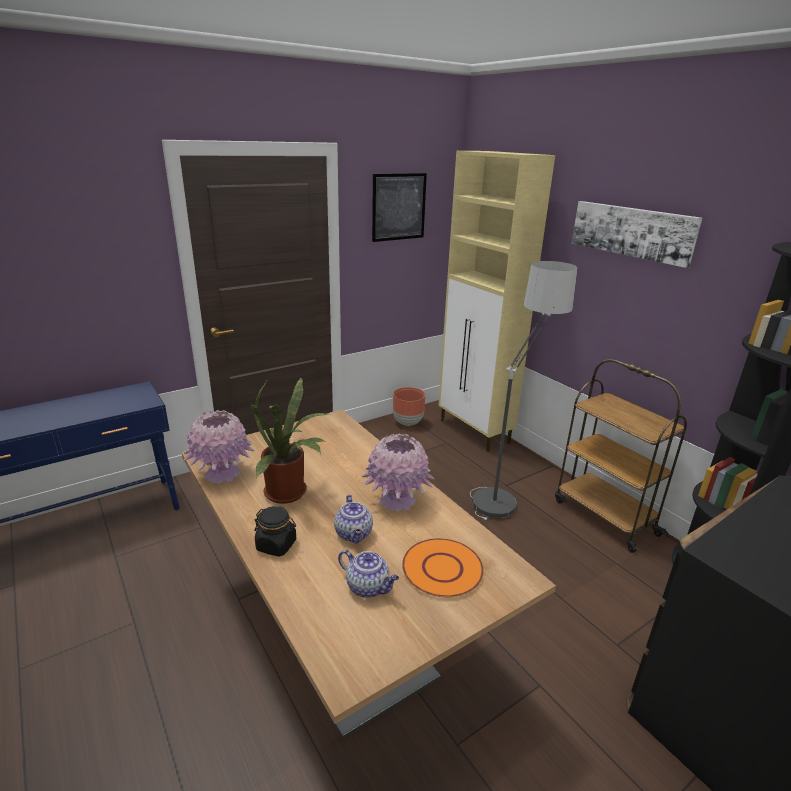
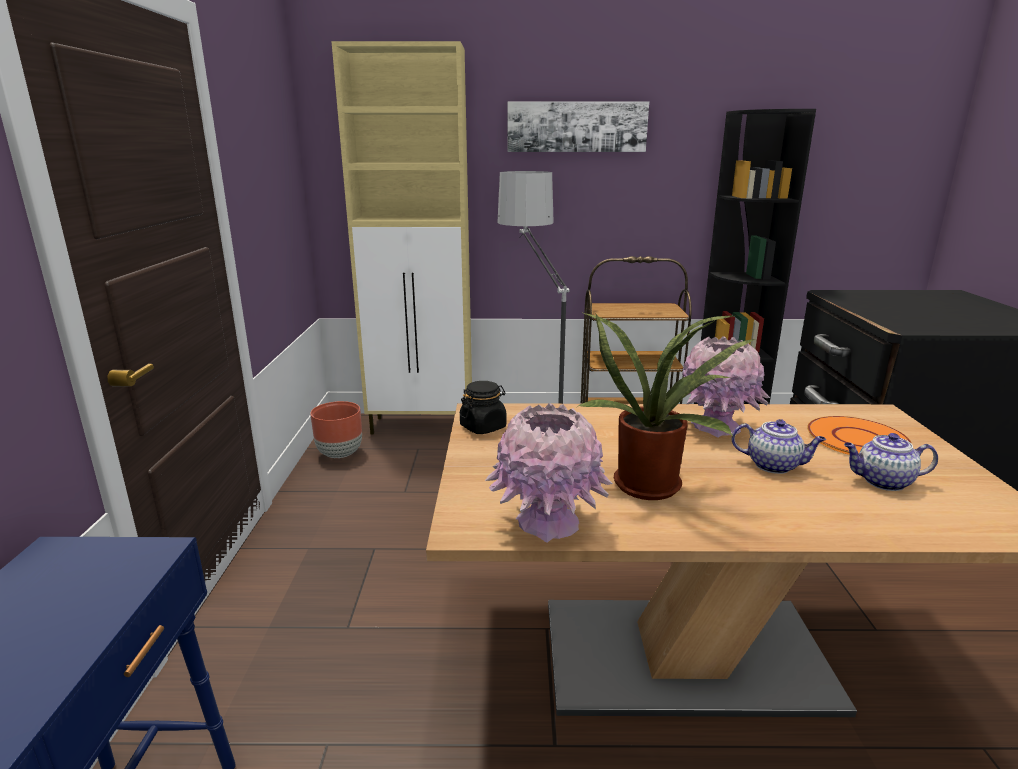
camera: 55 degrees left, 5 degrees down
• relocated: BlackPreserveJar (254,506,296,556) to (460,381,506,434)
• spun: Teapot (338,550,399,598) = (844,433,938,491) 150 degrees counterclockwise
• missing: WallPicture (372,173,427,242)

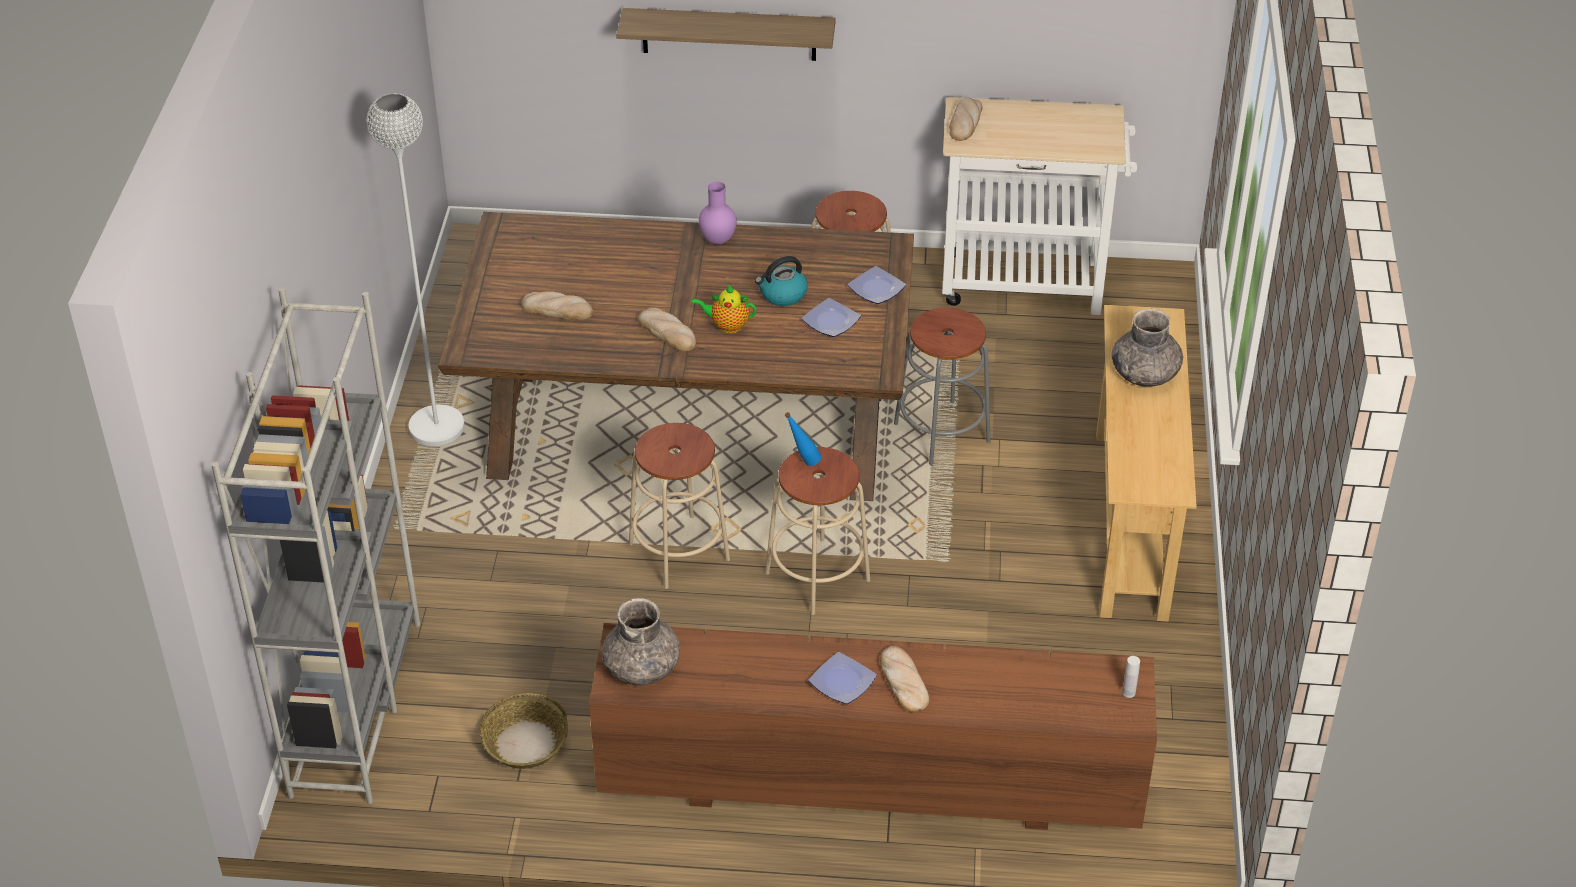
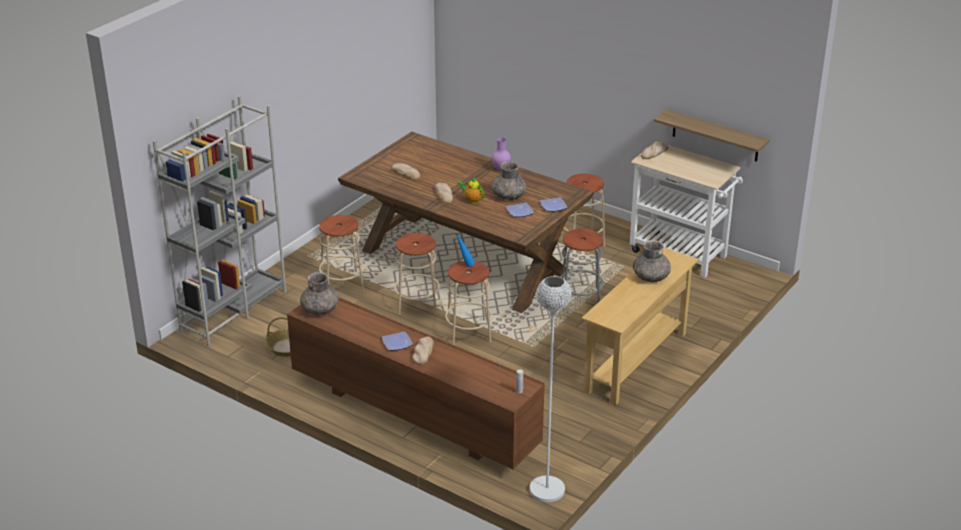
camera: 30 degrees right, 10 degrees down
• appeared: BeigeStoolSeat (319,215,364,292)
• exchanged: Kettle (755,256,808,306) to GreyishVase (492,162,527,200)
• relocated: WhitishStandardLamp (366,93,465,447) to (530,276,571,502)
• relocated: Shelf (616,8,836,61) to (653,109,770,162)

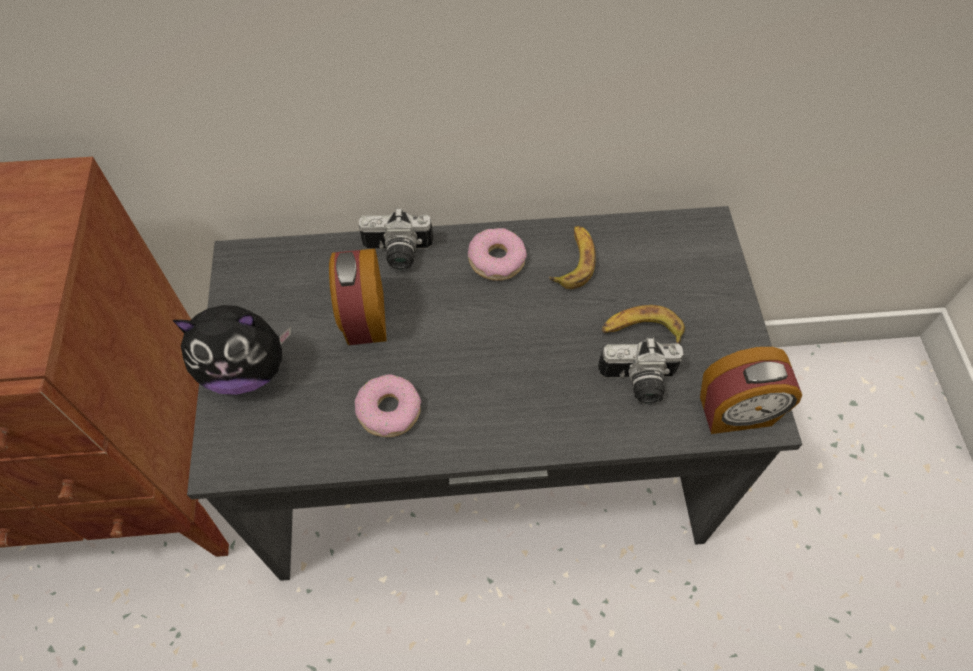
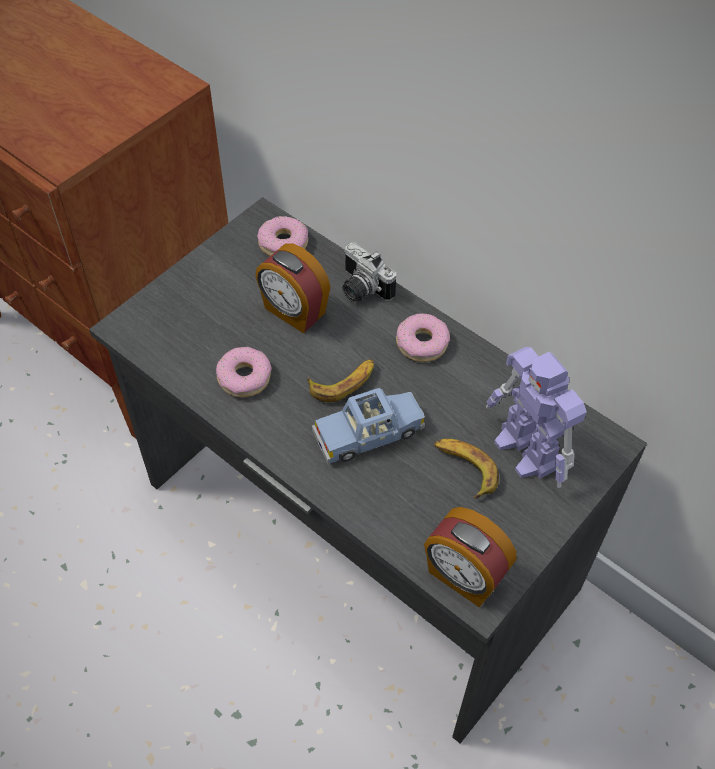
camera: 45 degrees right, 5 degrees down
• spun: BedsideClock (329,249,387,345) = (256,244,330,334) 90 degrees counterclockwise
• appeared: RingDoughnut (257,216,308,256)
• relocated: WholeBanana (549,226,596,289) to (307,359,374,402)
• appeared: BlueToyCar (312,388,425,464)
• appeared: RobotFigure (486,347,587,488)
• missing: PlushToy (172,305,291,395)
• missing: StillCamera (598,337,683,405)

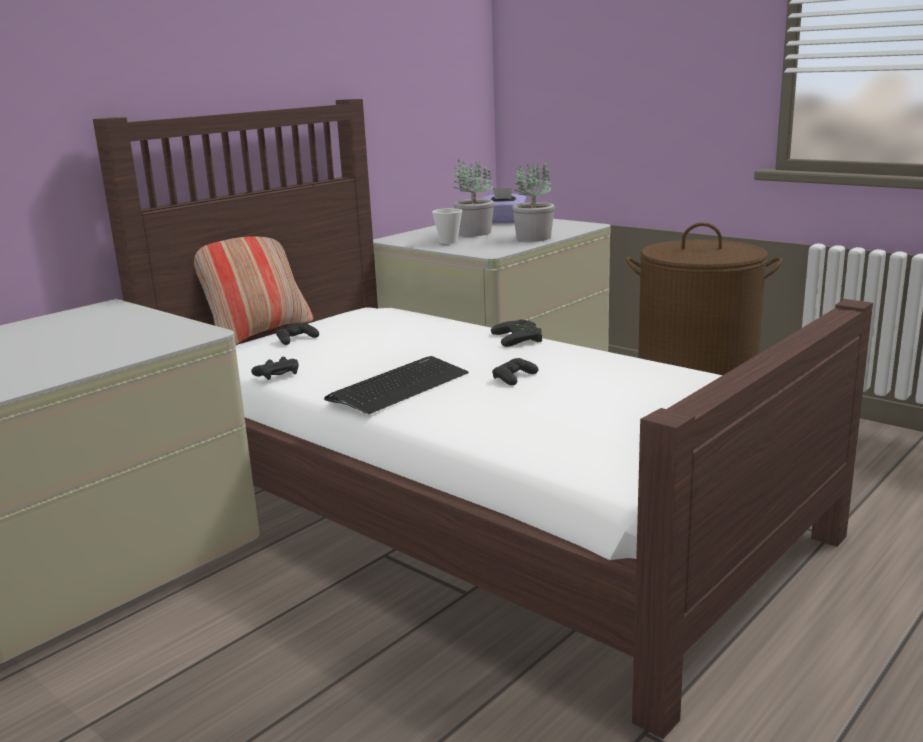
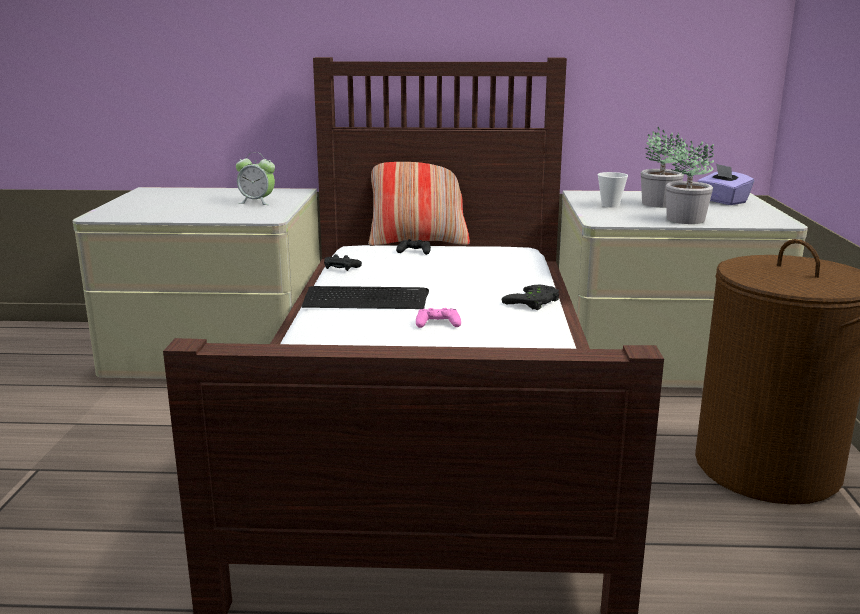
camera: 50 degrees right, 0 degrees up
• appeared: BedsideClock (236,152,275,205)
• colour: BlackGameController (492,358,538,385) to PinkColouredGameController (416,308,461,328)

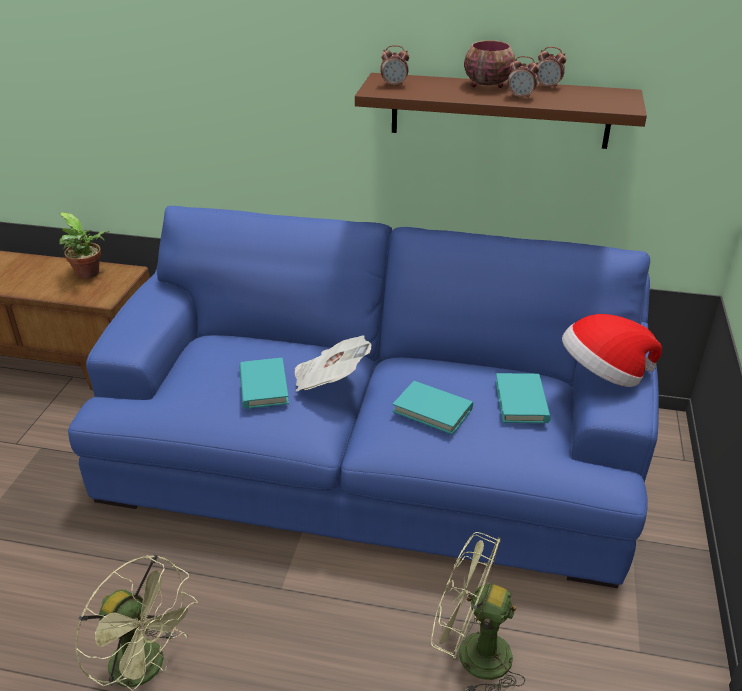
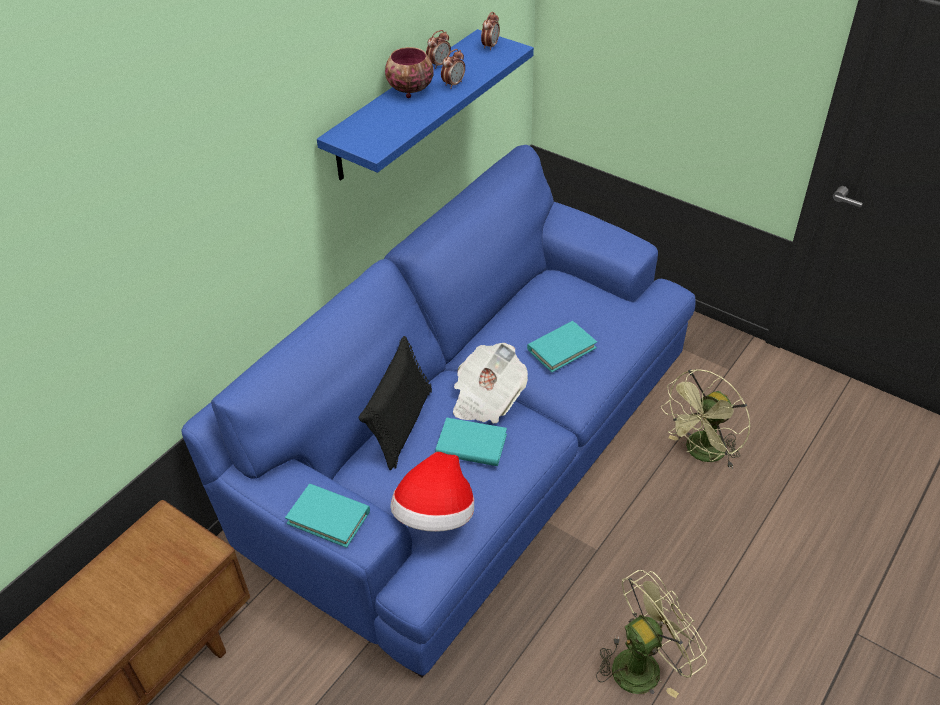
camera: 65 degrees left, 10 degrees up
• relocated: TurquoiseBoundBook (495,373,551,423) to (285,484,370,548)
• colour: BrownishShelf (355,73,647,149) to BlueShelf (317,29,534,180)
• appeared: BlackPillow (359,336,432,470)
• relocated: Hat (562,314,662,387) to (391,452,474,532)
• relocated: BedsideClock (380,45,409,87) to (481,12,500,51)
• missing: PlantInAPot (59,212,109,279)

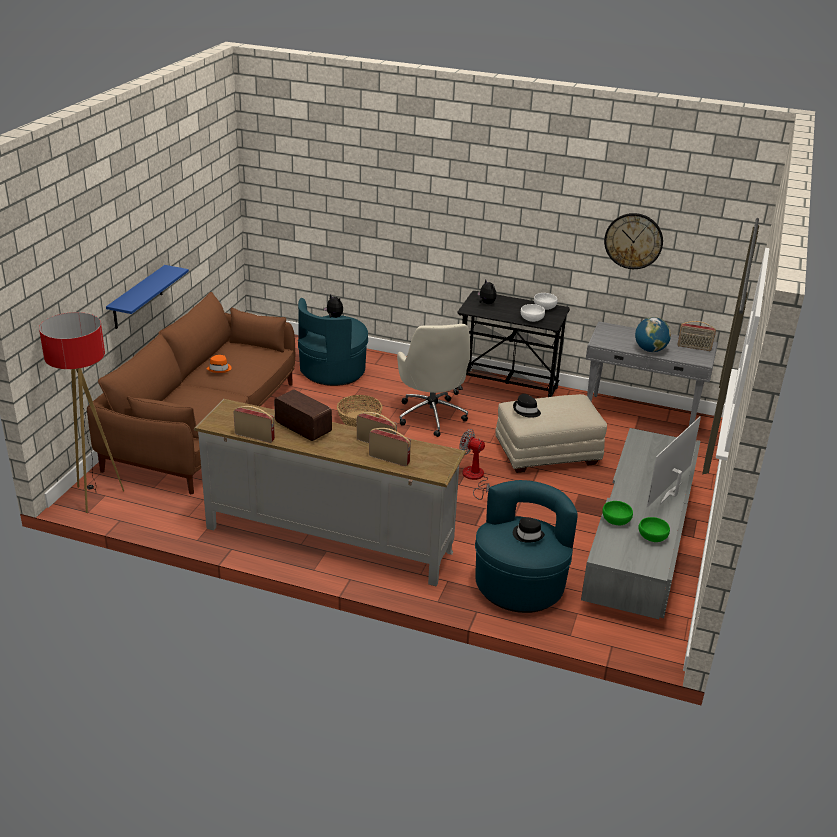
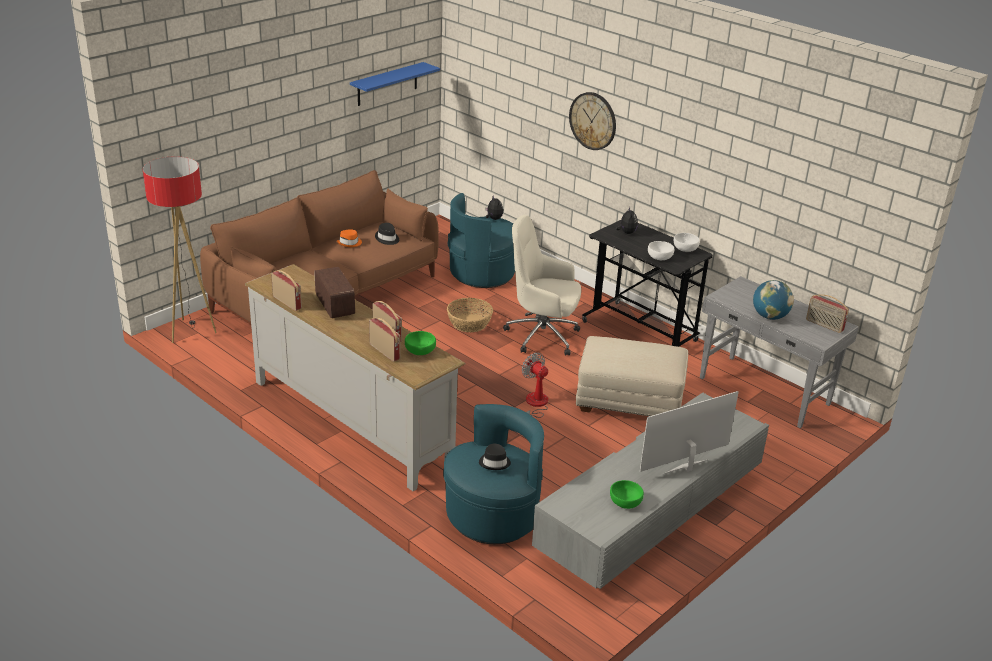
camera: 25 degrees right, 0 degrees up
• relocated: BlueShelf (106,265,189,329) to (350,62,440,106)
• relocated: BlackHat (513,394,541,418) to (375,223,399,245)
• relocated: GreenBowl (602,501,633,525) to (405,331,436,355)
• spun: BeigeOfficeChair (397,324,470,437) = (503,215,581,355) 90 degrees clockwise
• relocated: HangingClock (604,213,663,269) to (569,92,616,150)

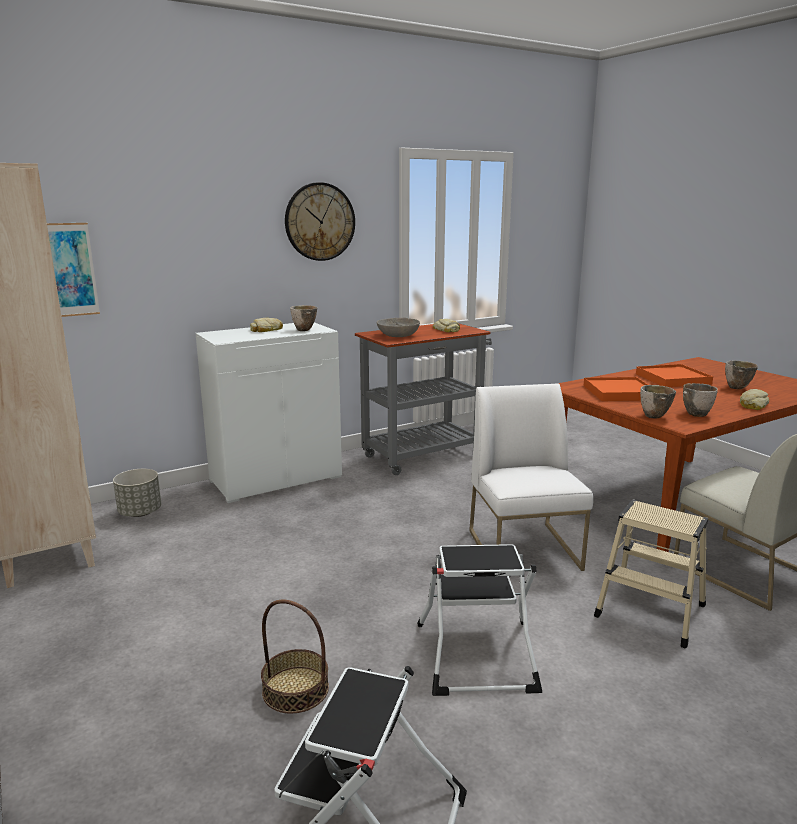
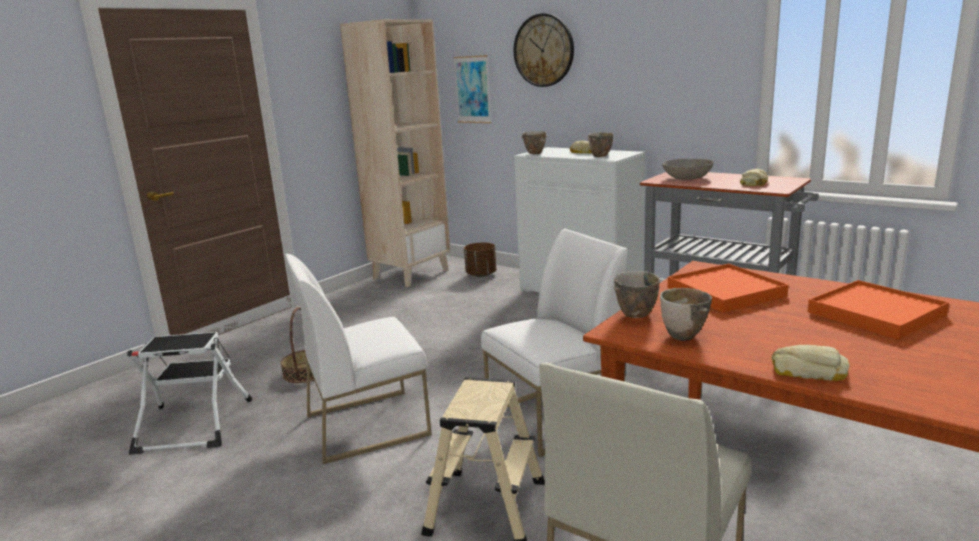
camera: 70 degrees right, 0 degrees up
• exchanged: Stepladder (417,544,542,696) to WhitishPlainChair (285,254,432,464)
• colour: GreyishPlantPot (113,469,161,517) to BrownishPlantPot (464,242,496,277)
• relocated: HangingClock (285,182,355,261) to (514,13,574,87)
• relocated: Bowl (725,360,758,389) to (521,131,547,154)

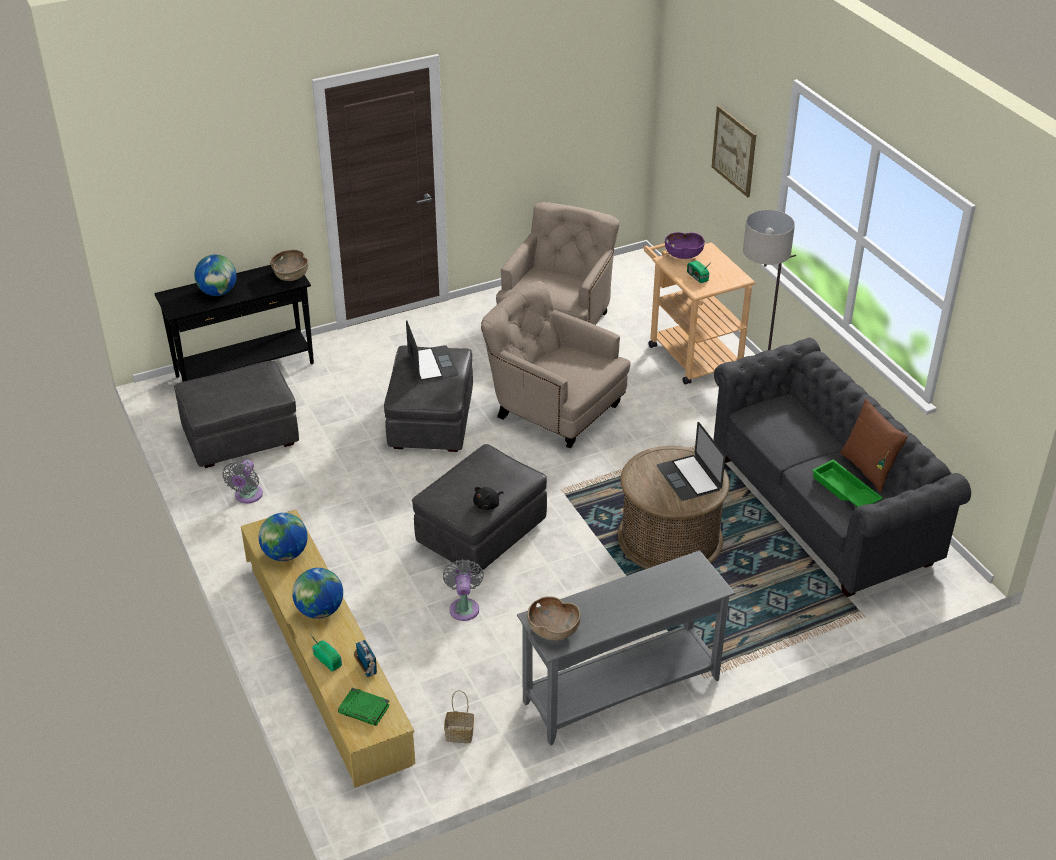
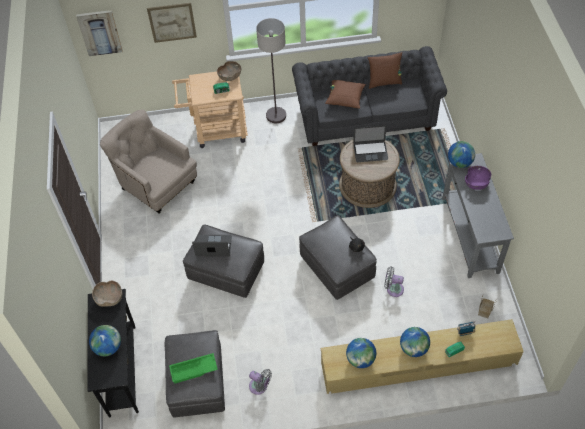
camera: 70 degrees left, 15 degrees up
• appeared: WallPicture (76,10,123,56)
• relocated: GreenTray (812,459,883,507) to (169,353,218,384)
• relocated: BrownishBowl (527,596,580,640) to (217,61,241,81)
• appeared: BrownishPillow (325,80,366,109)
• appeared: Globe (448,141,475,168)
• relocated: PurpleColouredBowl (665,232,705,259) to (465,166,491,190)
• missing: GreenBoundBook (338,688,390,726)
• missing: BeigeArmchair (481,281,631,448)

